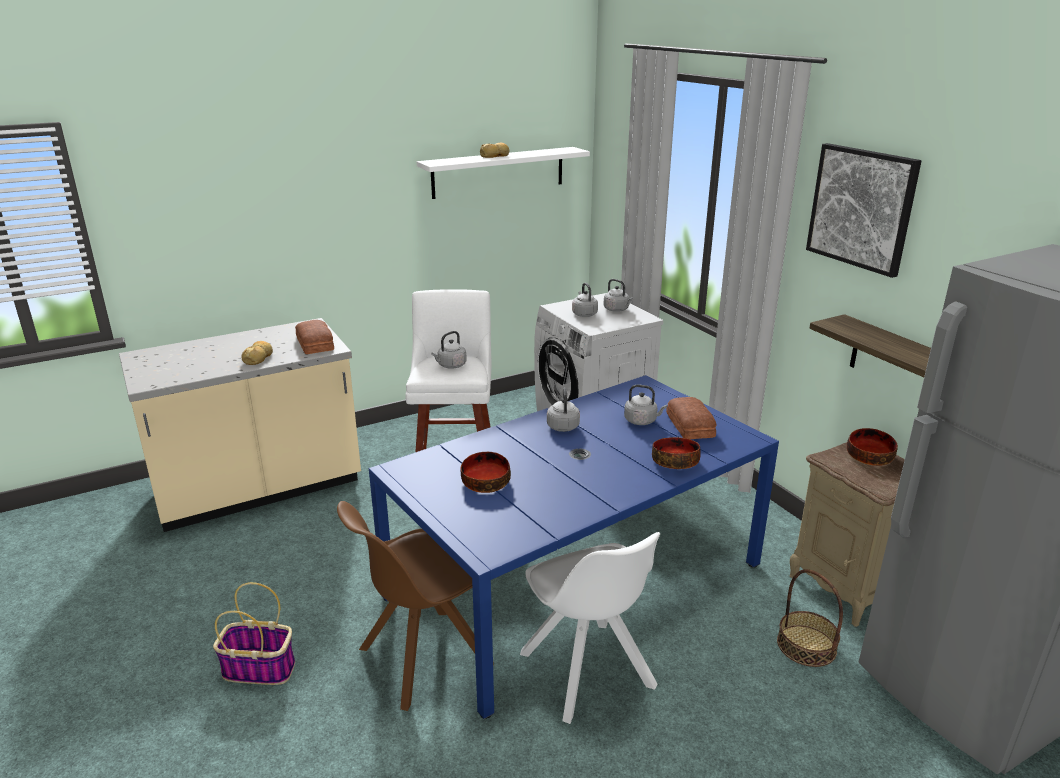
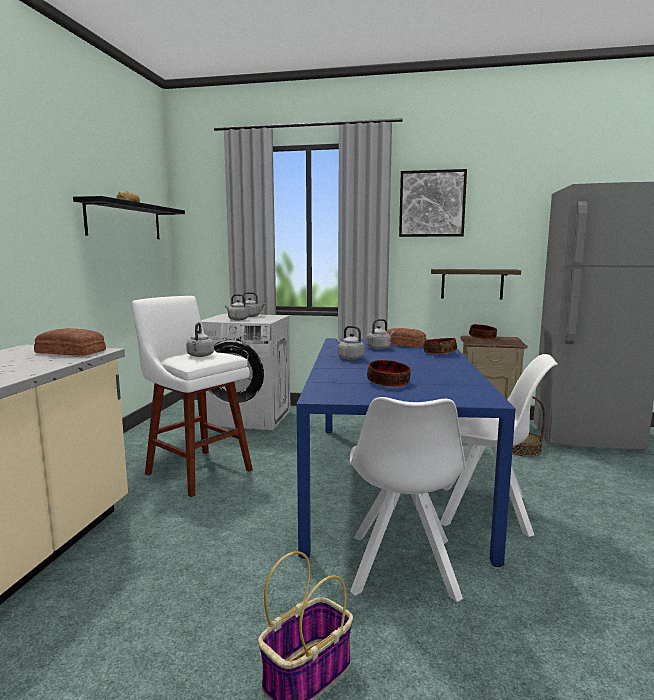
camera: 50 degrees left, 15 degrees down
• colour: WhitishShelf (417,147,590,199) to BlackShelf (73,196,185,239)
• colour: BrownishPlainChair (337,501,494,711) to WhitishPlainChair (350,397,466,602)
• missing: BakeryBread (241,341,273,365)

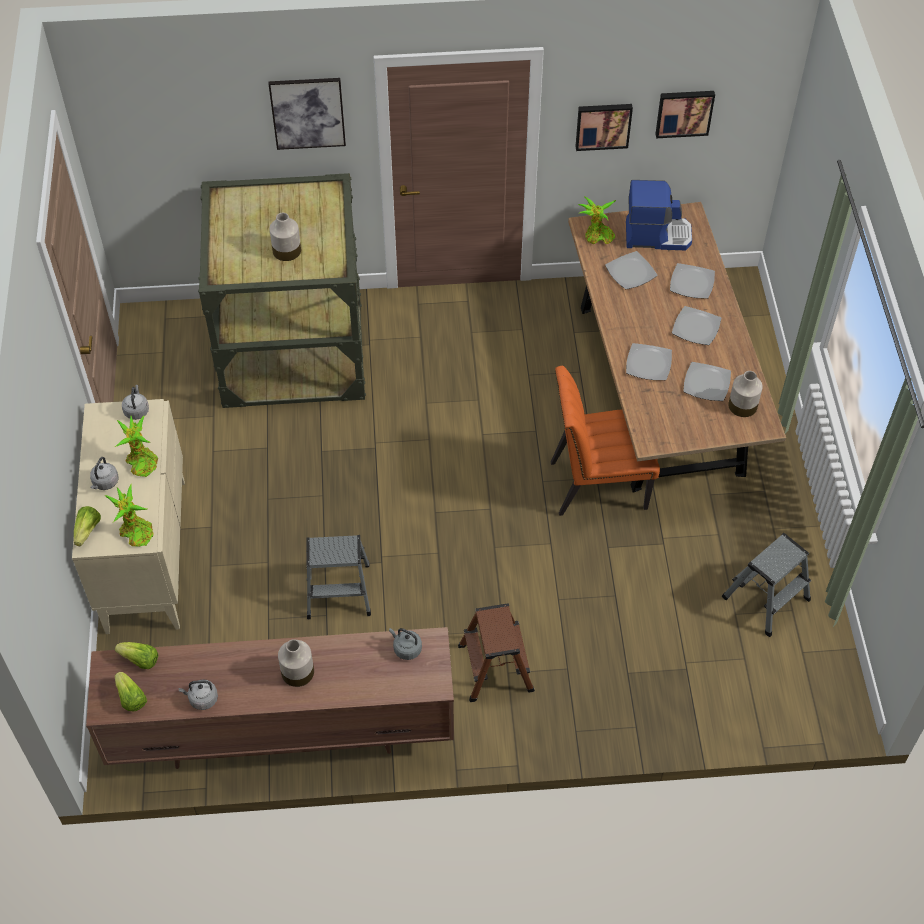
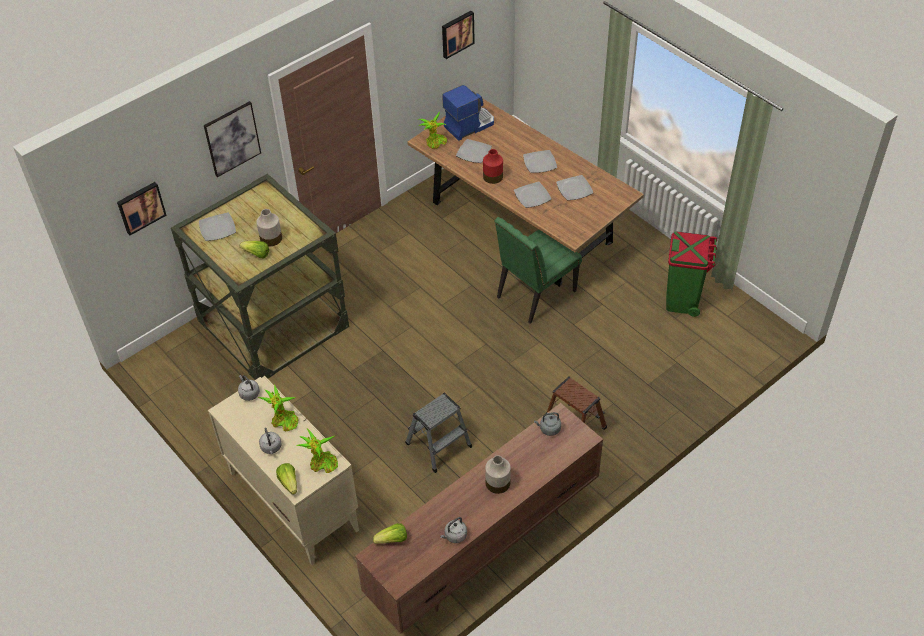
camera: 35 degrees left, 5 degrees down
• relocated: WallPicture (575,104,633,151) to (117,182,167,235)
• relocated: Plate (670,263,715,299) to (199,212,236,241)
• relocated: Lettuce (115,672,147,711) to (240,241,269,258)
• appeared: RedColouredVase (483,149,503,184)
• colour: OrangeColouredPlainChair (551,366,660,516) to GreenPlainChair (494,217,582,323)
• exchanged: GreyishStepladder (722,533,812,637) to GreenWasteBin (666,231,717,317)
• missing: BeigeVase (728,371,763,417)

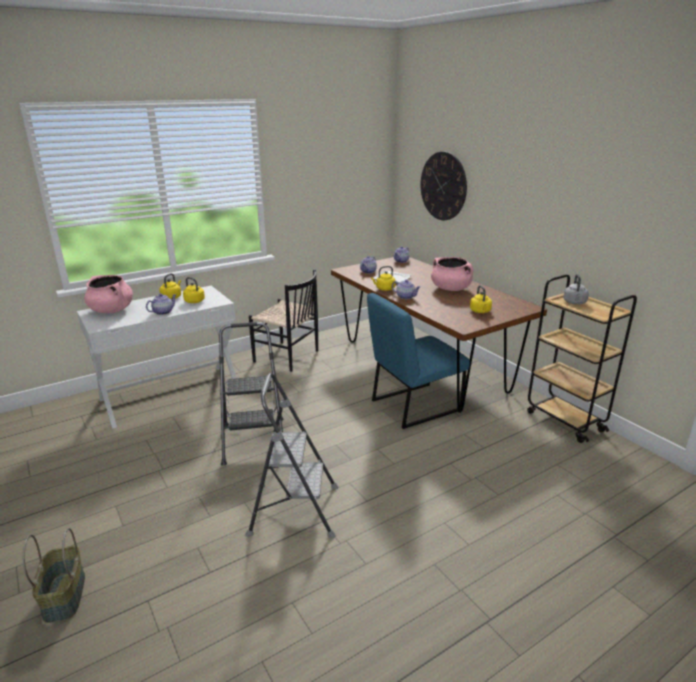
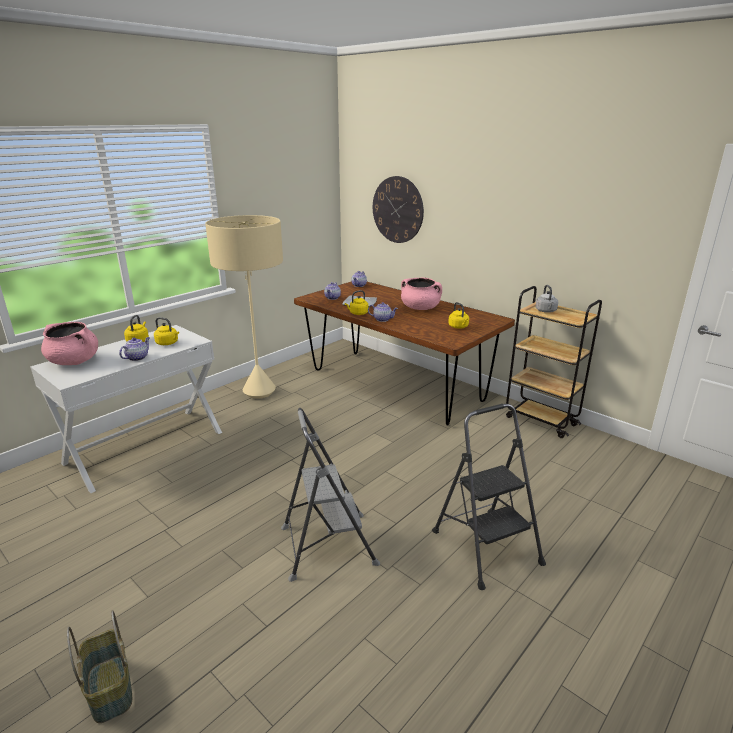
camera: 15 degrees left, 0 degrees up
• exchanged: BlackPlainChair (249,270,318,372) to BeigeStandardLamp (205,215,283,399)
• relocated: BlackStepladder (219,322,283,466) to (432,404,546,590)
• missing: BluePlainChair (367,293,470,429)

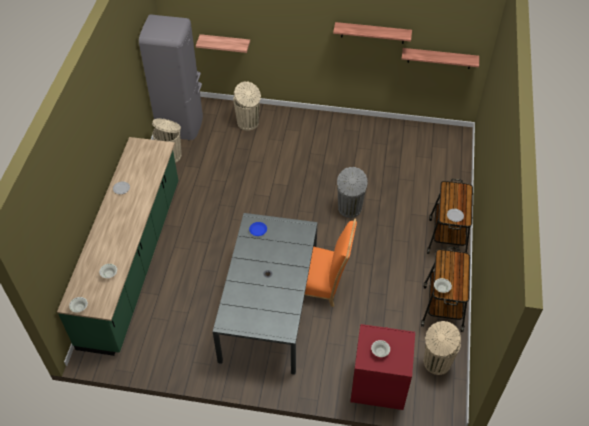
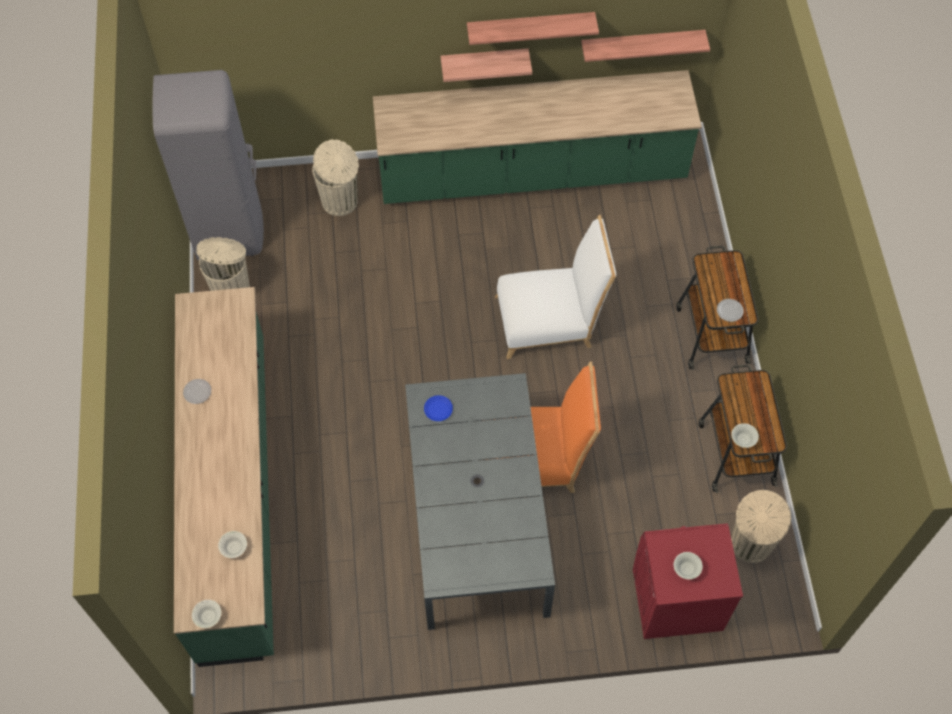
camera: 15 degrees left, 10 degrees up
• appeared: GreenKitchenBaseUnit (373,70,702,204)
• relocated: Shelf (196,34,250,53) to (441,48,532,82)
• exchanged: GreyishWasteBin (337,167,368,218) to WhitishPlainChair (495,215,616,359)

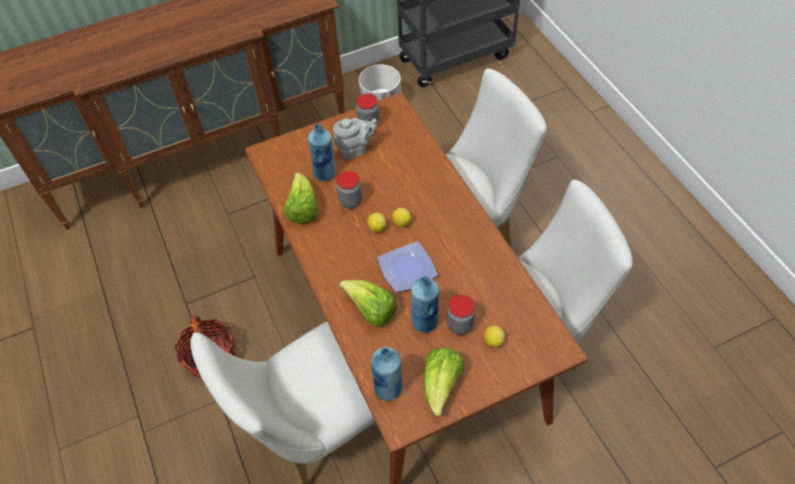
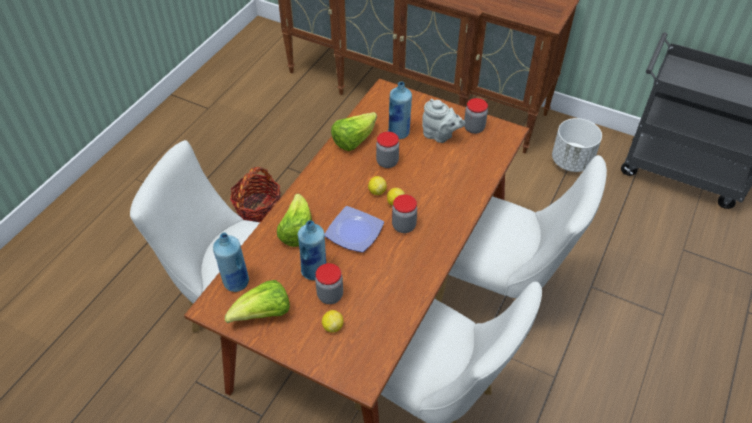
camera: 50 degrees right, 5 degrees down
• appeared: PreserveJar (392,195,417,233)

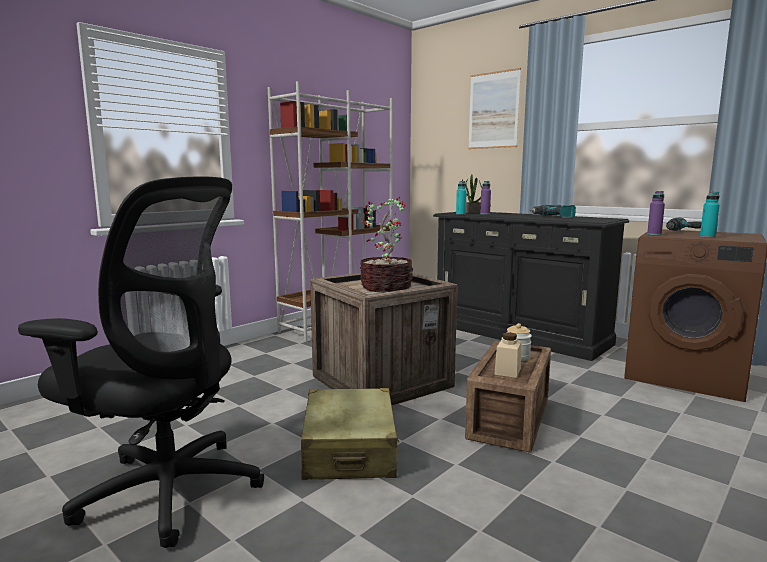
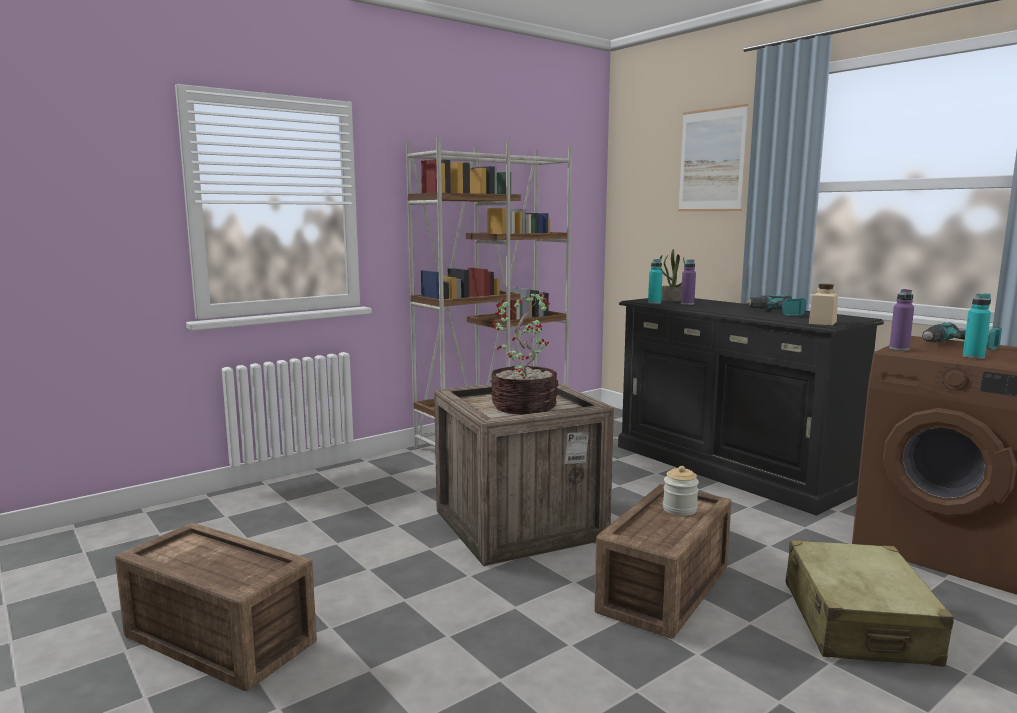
camera: 10 degrees right, 0 degrees up
• exchanged: BlackOfficeChair (18,176,264,548) to PackingCrate (115,523,317,691)
• relocated: BeigeTravelCase (301,388,399,480) to (785,540,954,667)
• relocated: BeigePreserveJar (494,333,521,378) to (809,284,838,325)

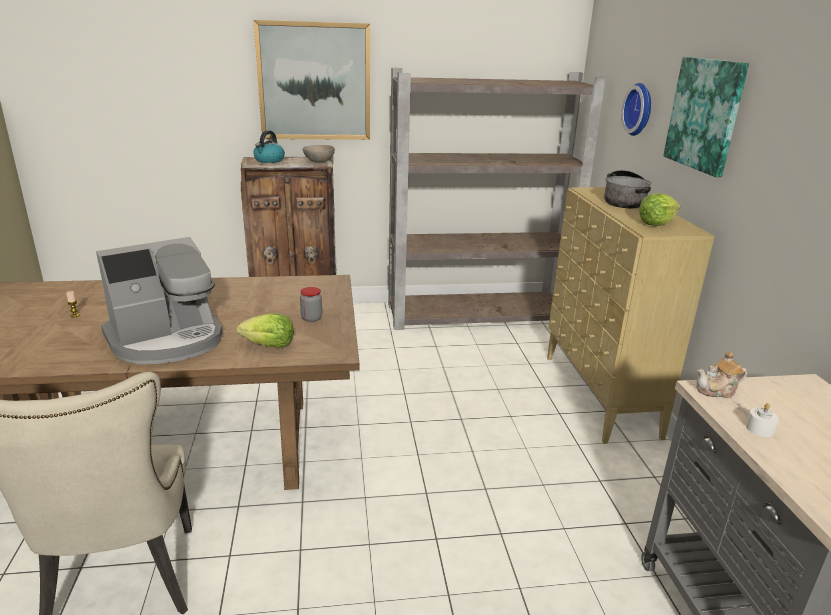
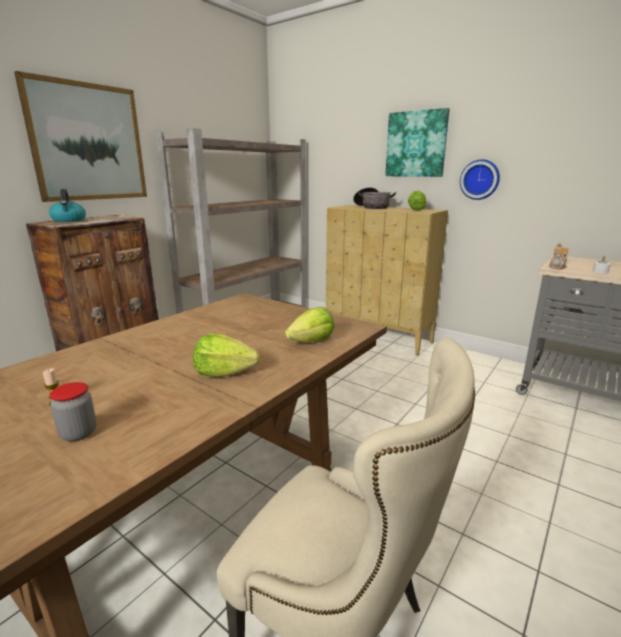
camera: 45 degrees left, 5 degrees down
• relocated: PreserveJar (300,287,322,322) to (49,382,97,441)
• exchanged: CoffeeMachine (96,237,222,364) to Lettuce (193,334,260,377)
• relocated: HangingClock (621,83,651,136) to (460,159,500,200)
• missing: BeigeBowl (303,145,335,163)

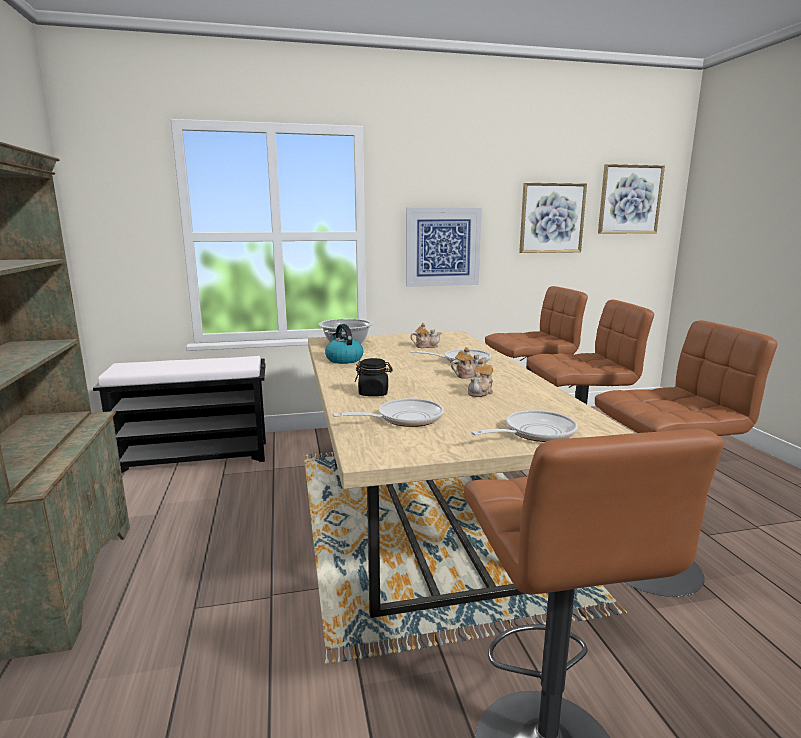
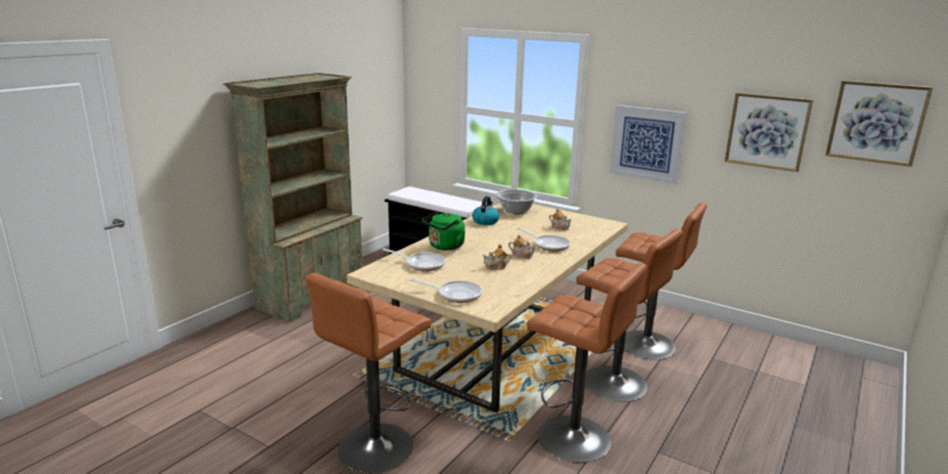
camera: 45 degrees right, 5 degrees up
• exchanged: BlackPreserveJar (355,358,393,396) to GreenKettle (422,212,465,250)

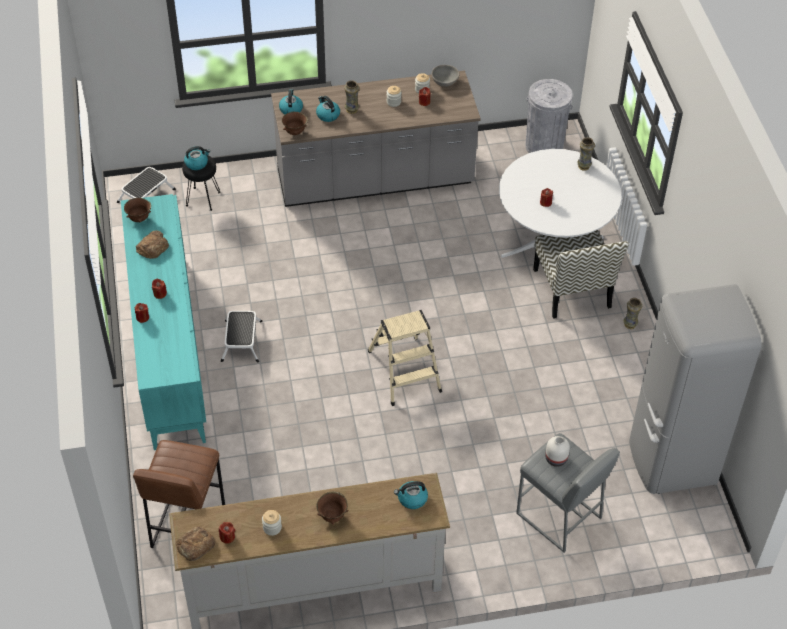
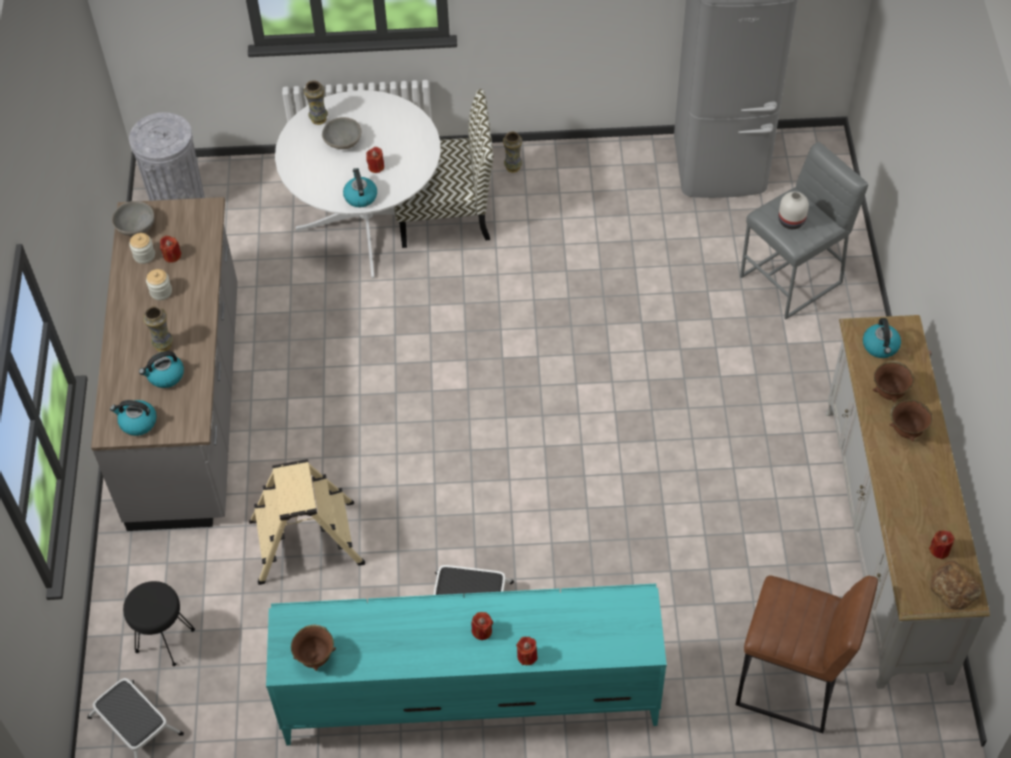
camera: 80 degrees left, 5 degrees up
• relocated: BeigeStepladder (368,310,442,406) to (249,459,365,585)
• appeared: GreyishBowl (322,117,361,149)
• relocated: Kettle (184,146,210,170) to (343,168,377,208)
• relocated: BrownishBowl (282,112,308,135) to (873,361,914,402)
• missing: BakeryBread (136,230,169,259)
• missing: PreserveJar (262,510,282,536)

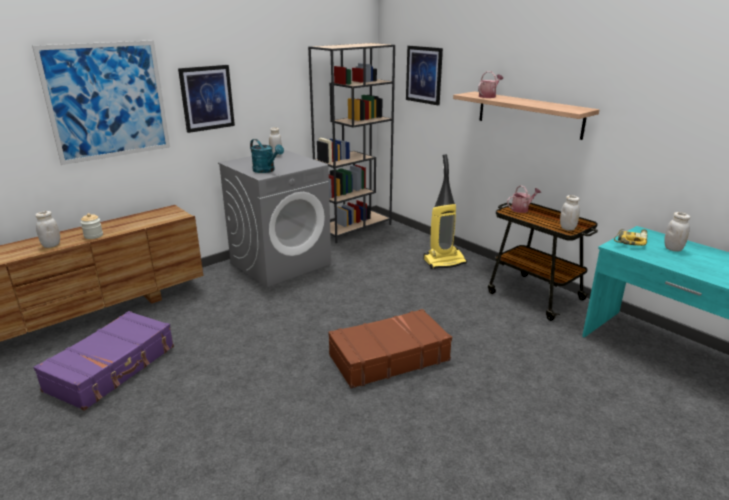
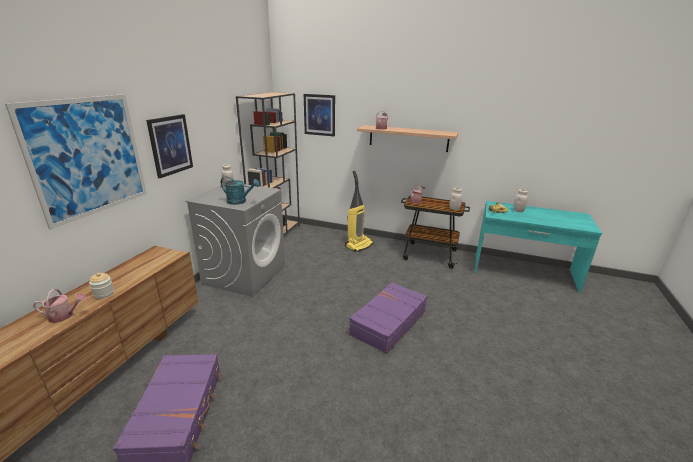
camera: 30 degrees left, 0 degrees up
• exchanged: WhitishPreserveJar (35,211,60,248) to SprinklingCan (33,289,86,323)
• colour: BrownishTravelCase (328,309,452,389) to PurpleColouredTravelCase (349,282,427,354)

